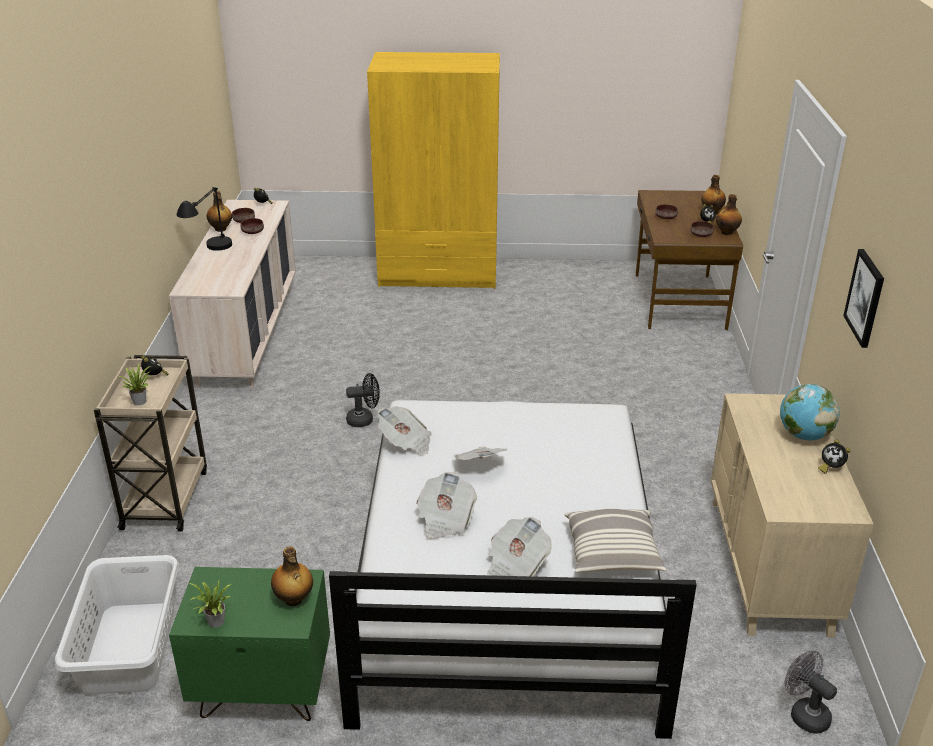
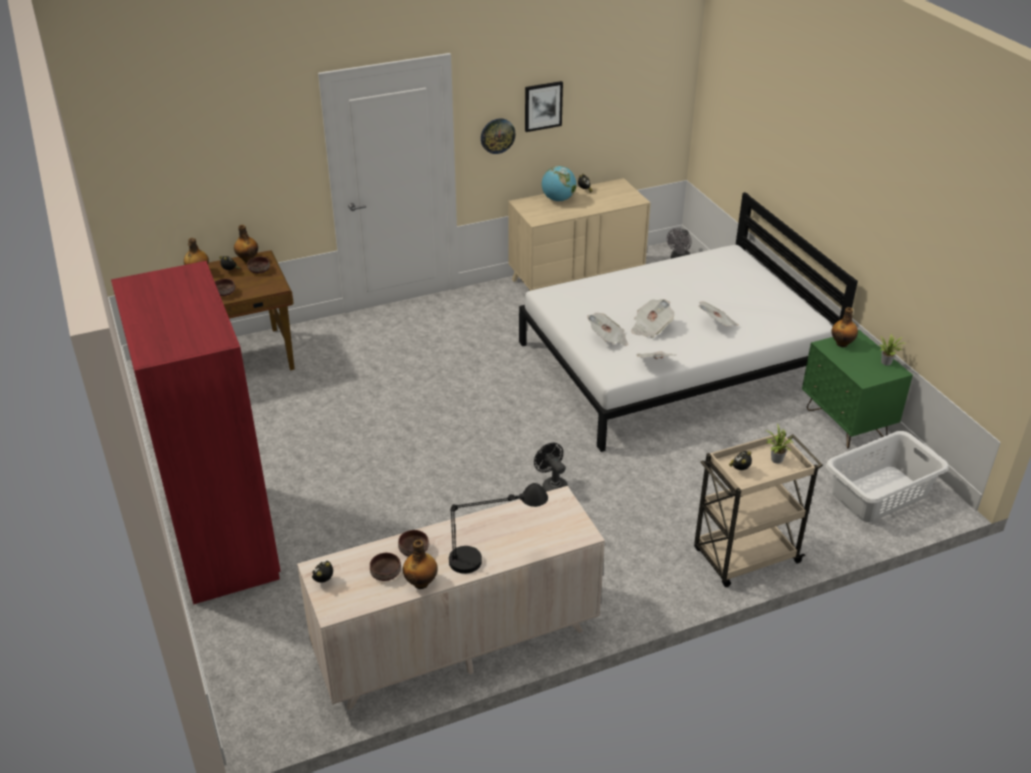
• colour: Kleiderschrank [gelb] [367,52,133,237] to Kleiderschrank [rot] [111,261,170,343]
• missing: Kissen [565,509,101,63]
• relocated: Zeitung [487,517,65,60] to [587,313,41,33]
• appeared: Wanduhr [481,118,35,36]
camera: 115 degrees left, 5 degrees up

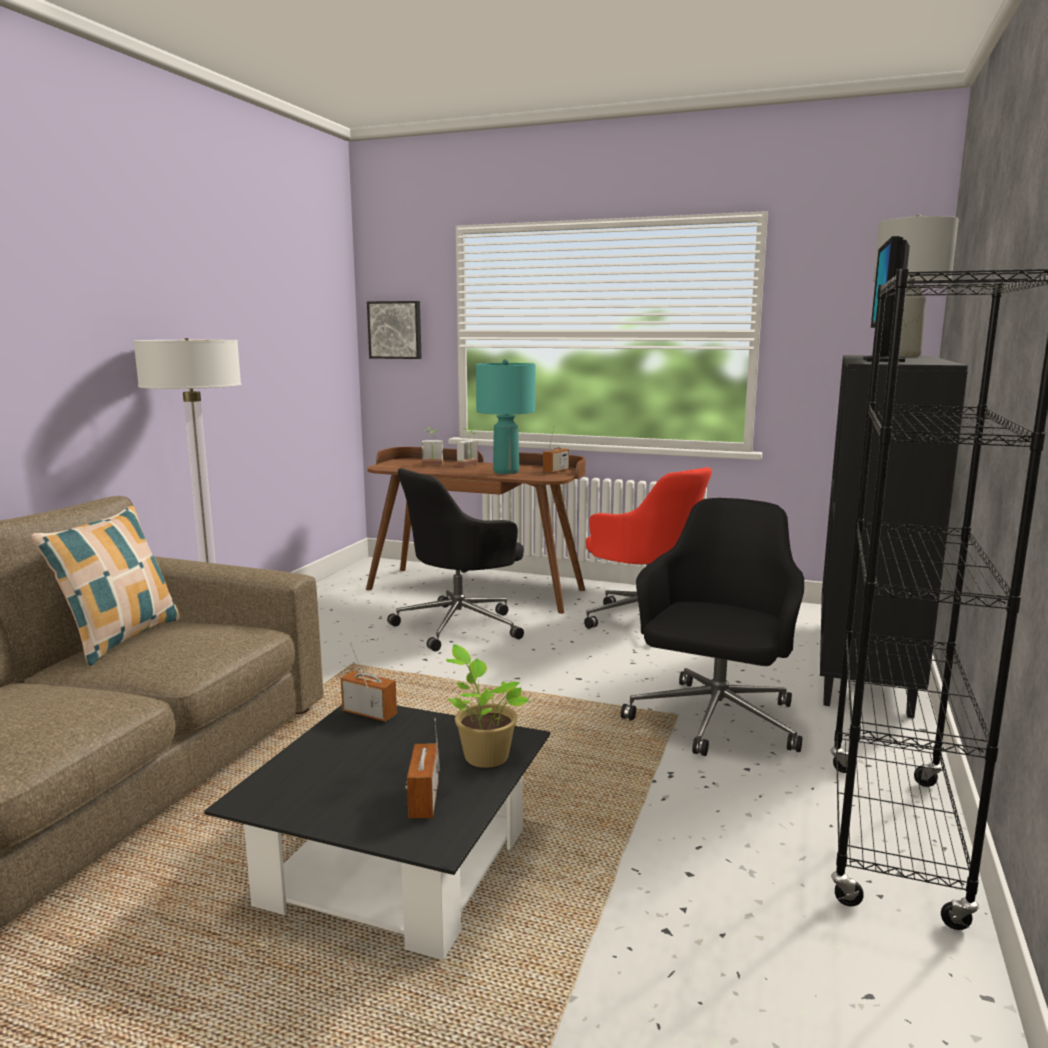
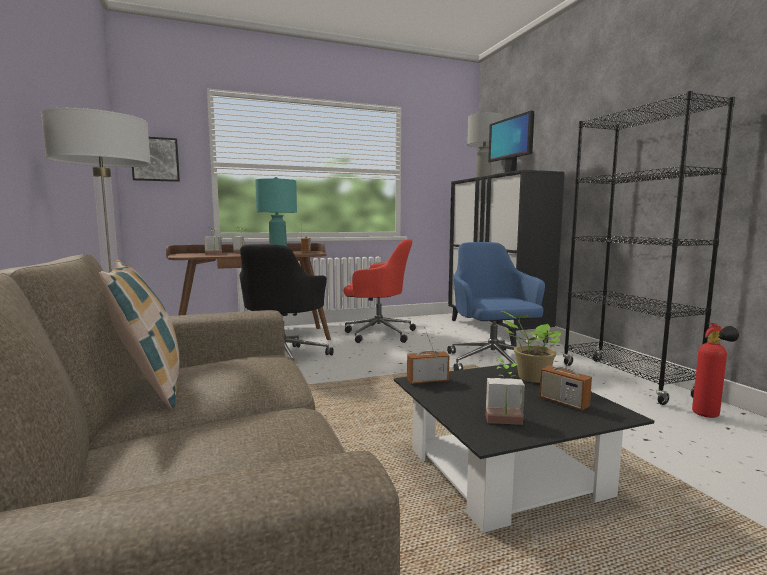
• colour: Bürostuhl [schwarz] [621,498,183,258] to Bürostuhl [blau] [447,242,98,129]
• appeared: Feuerlöscher [692,322,47,96]
• appeared: Topfpflanze [486,358,39,67]
camera: 40 degrees left, 5 degrees down

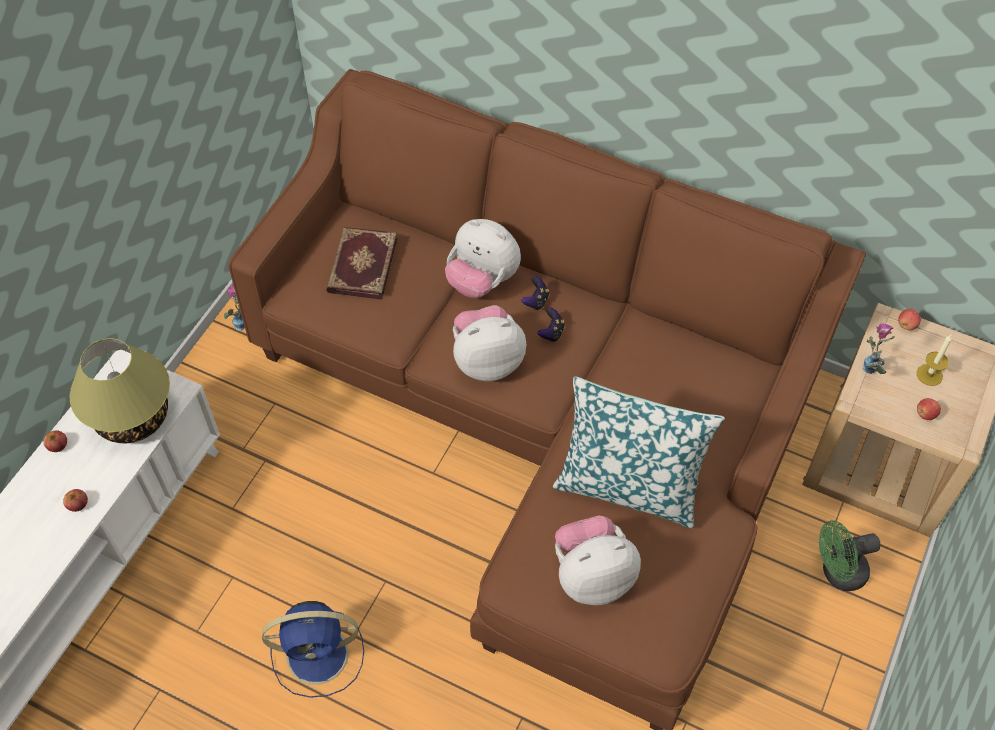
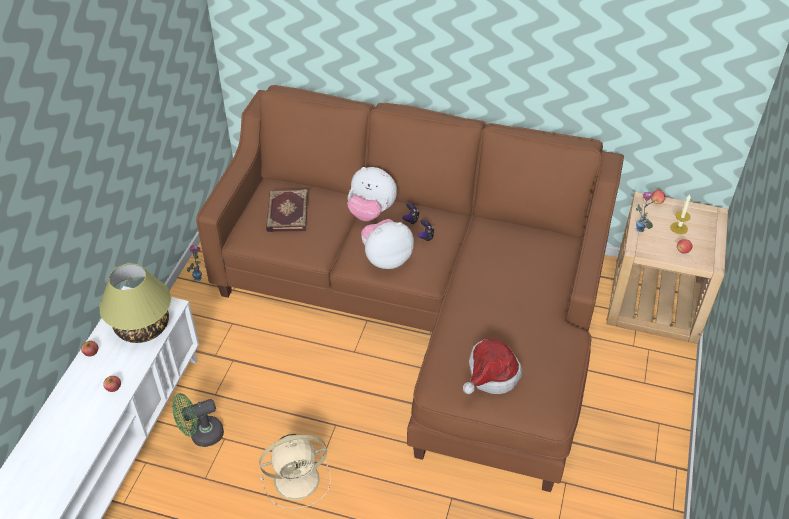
• missing: Kissen [553,377,172,151]
• exchanged: Plüschtier [555,516,86,89] to Hut [463,338,60,56]
• relocated: Ventilator [grün] [819,521,62,70] to [172,393,52,54]
• colour: Ventilator [blau] [262,601,102,97] to Ventilator [beige] [259,434,72,75]
camera: 10 degrees left, 10 degrees down

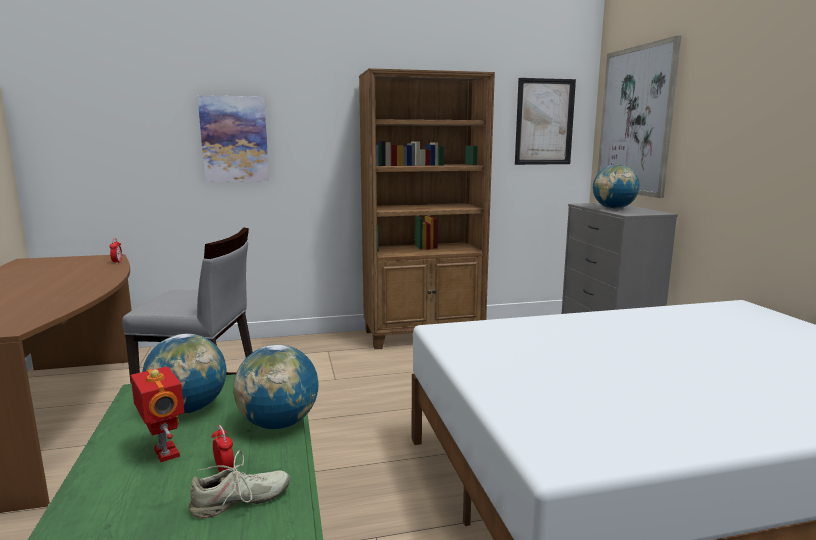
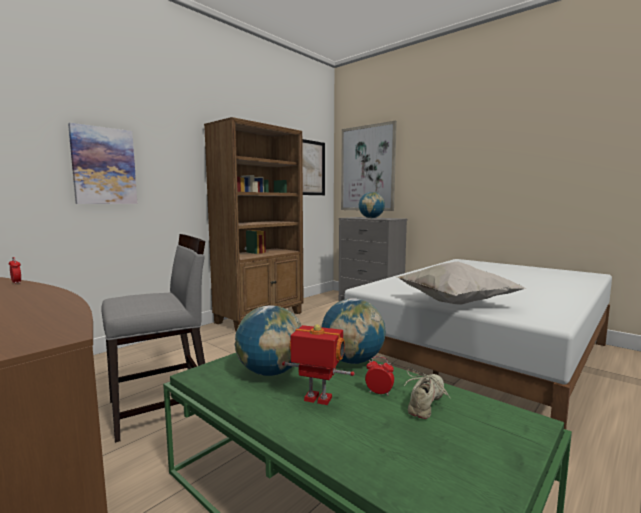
• appeared: Kissen [weiß] [397,261,130,44]
camera: 35 degrees left, 5 degrees down

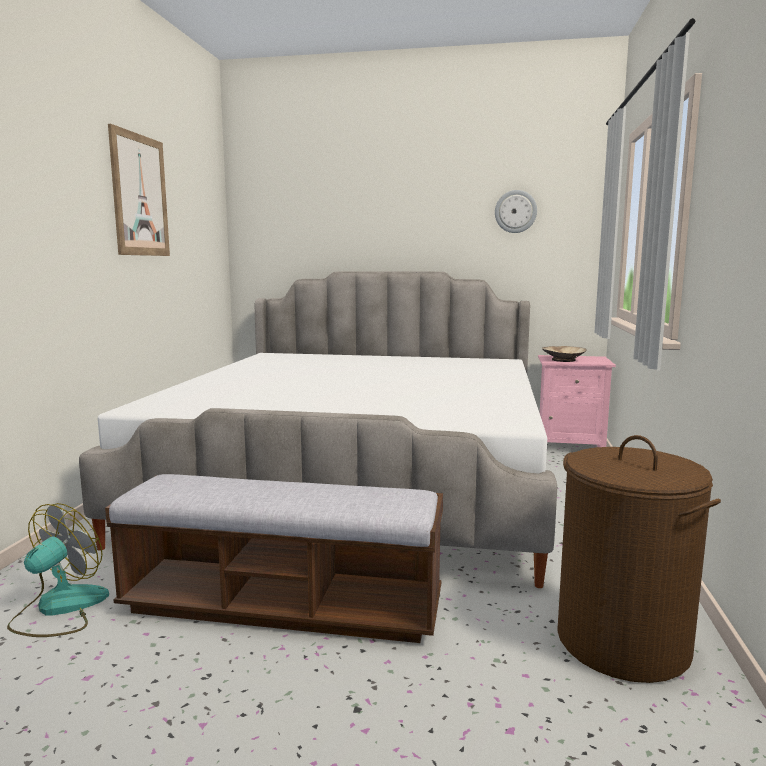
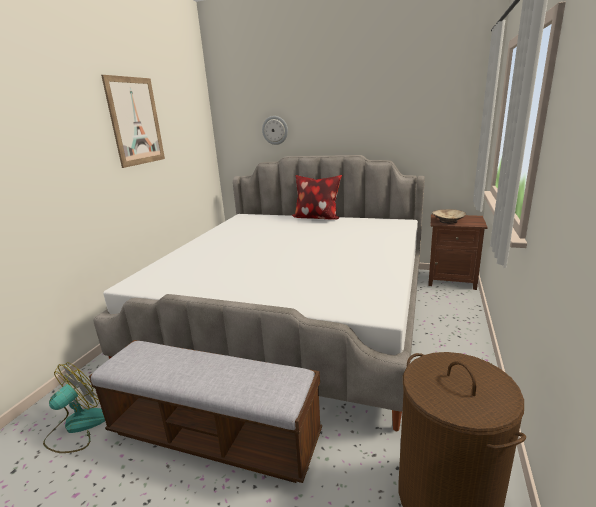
• relocated: Wanduhr [495,190,42,43] to [262,116,26,29]
• colour: Nachttisch [rosa] [538,355,78,92] to Nachttisch [braun] [428,214,60,76]
• appeared: Kissen [292,175,50,45]
camera: 10 degrees right, 10 degrees up

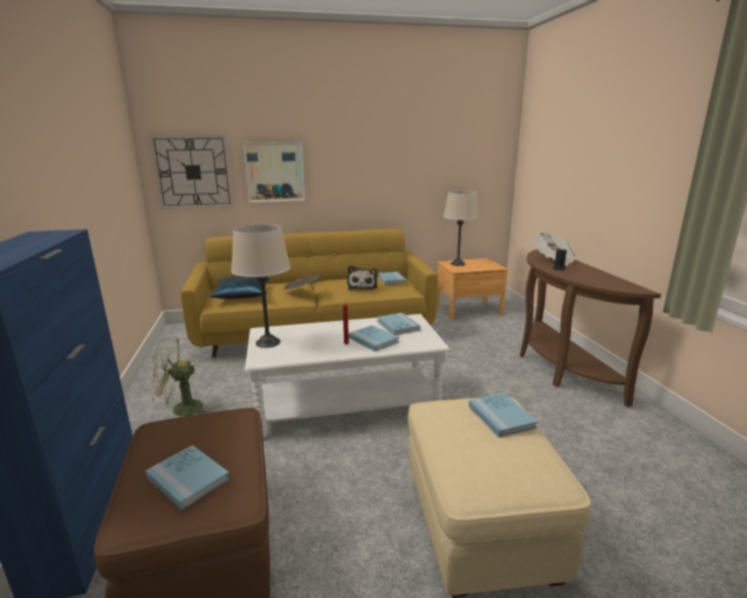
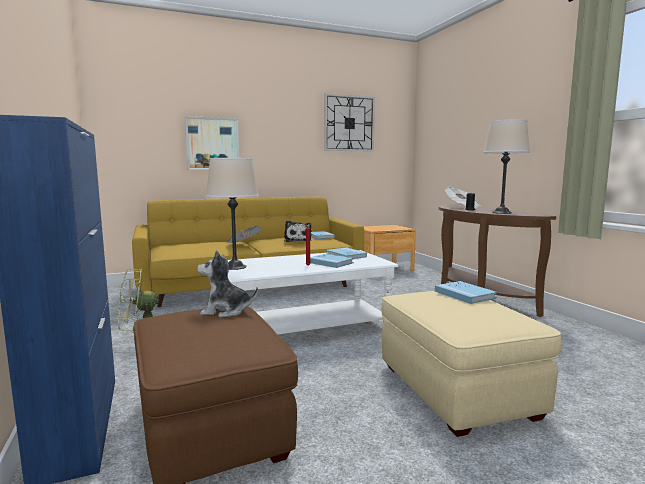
• relocated: Wanduhr [150,135,83,74] to [324,93,51,59]
• relocated: Tischlampe [beige] [443,191,35,75] to [483,119,47,95]
• missing: Kissen [blau] [209,276,60,23]
• missing: Buch [blau] [145,445,85,65]
• appeared: Plüschtier [197,250,61,67]
camera: 10 degrees left, 10 degrees down

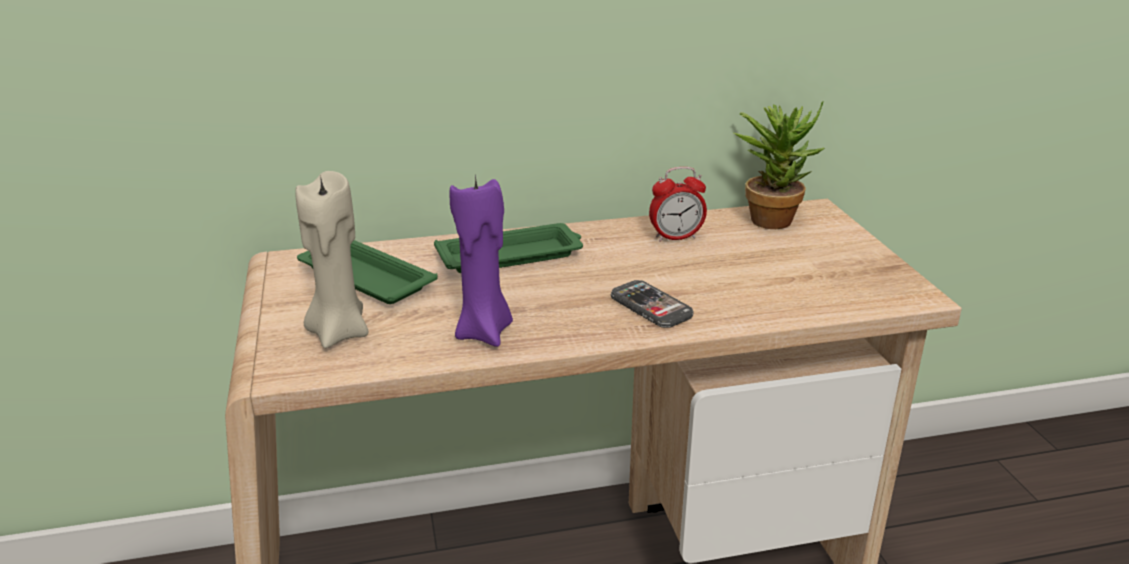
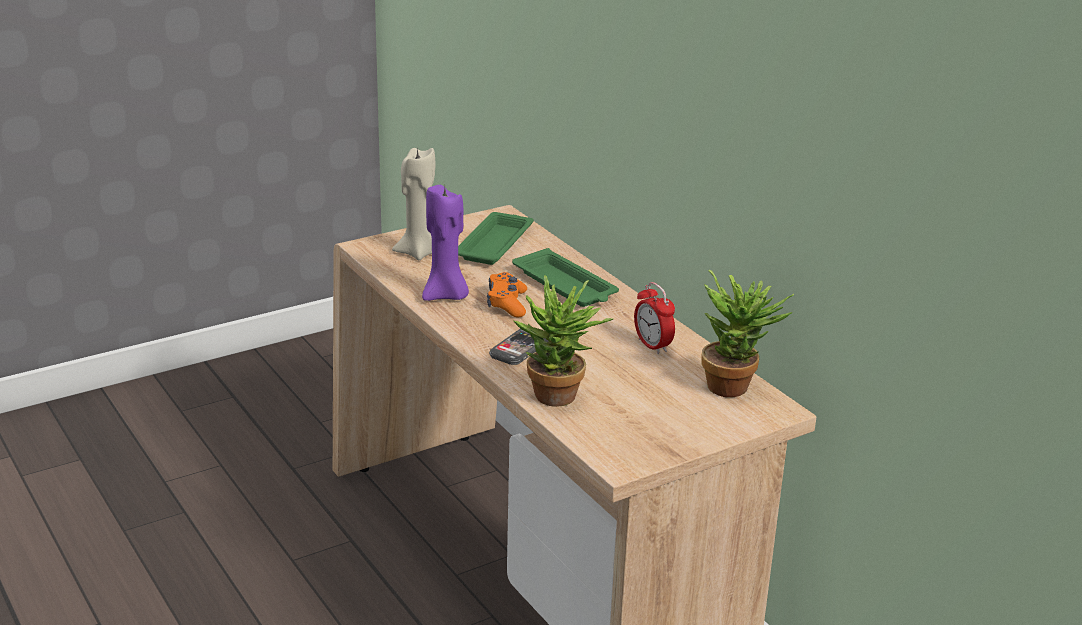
• appeared: Gamepad [orange] [487,272,40,45]
• appeared: Topfpflanze [514,275,99,132]
camera: 70 degrees right, 0 degrees up

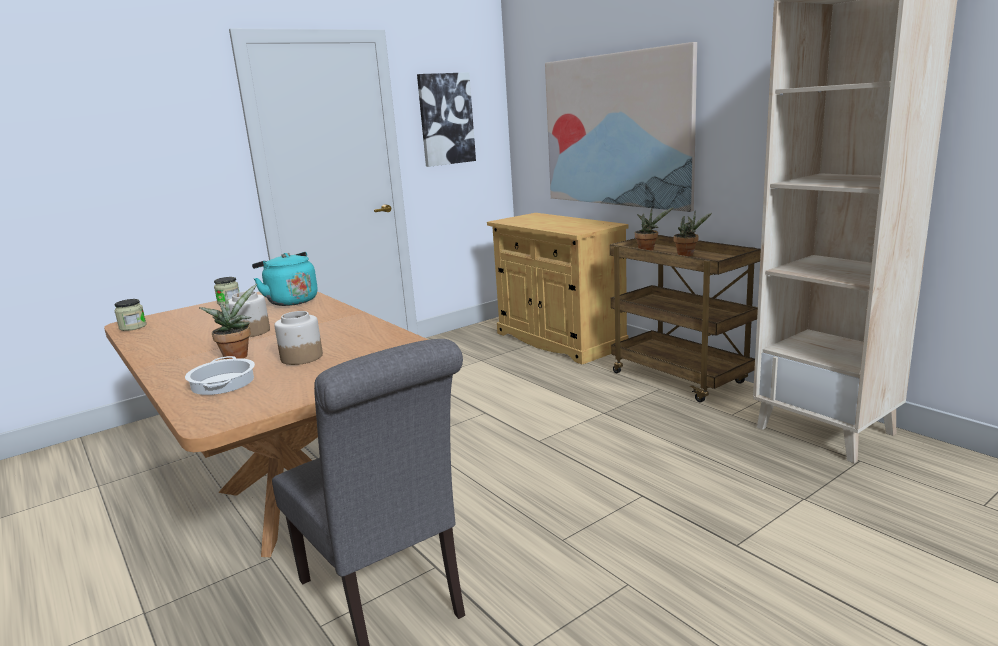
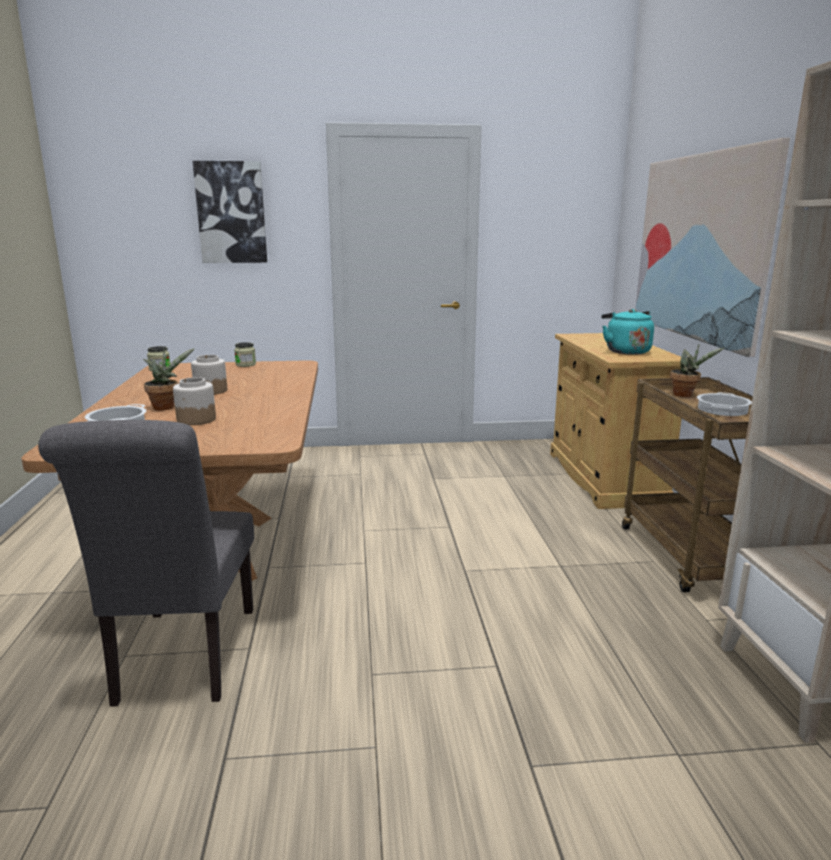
• relocated: Bild [417,72,59,95] to [193,161,74,102]
• exchanged: Topfpflanze [674,210,38,46] to Kochtopf [697,392,55,24]
• relocated: Wasserkessel [türkis] [252,252,66,54] to [601,309,53,46]
camera: 30 degrees right, 0 degrees up

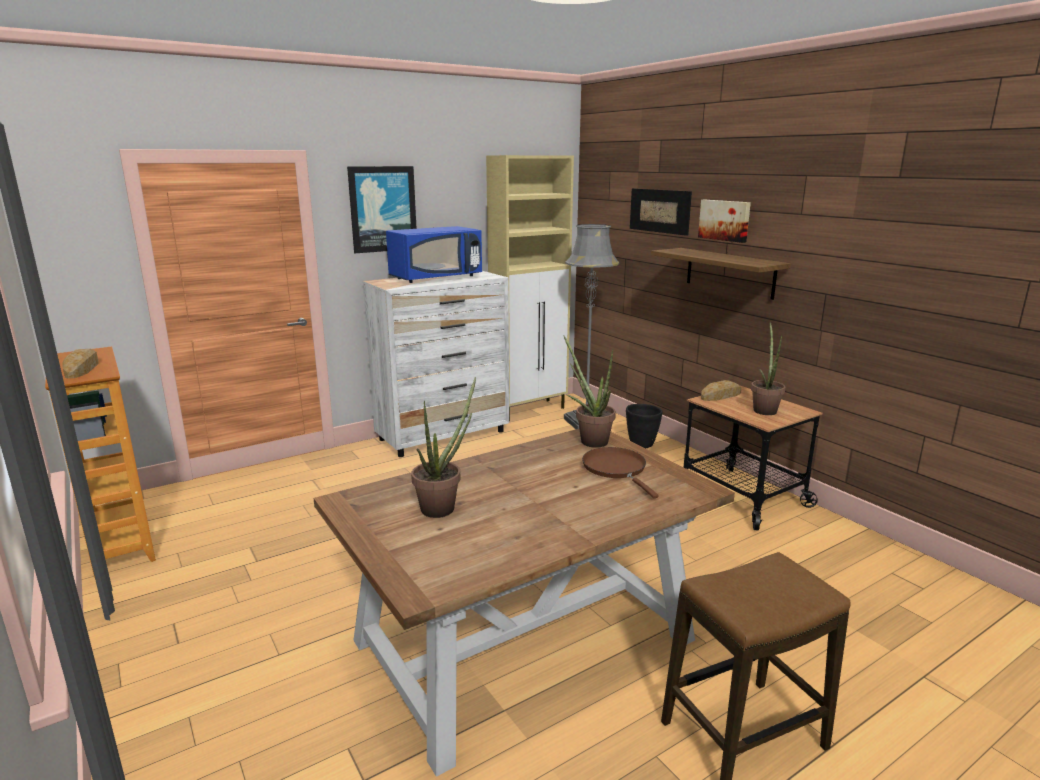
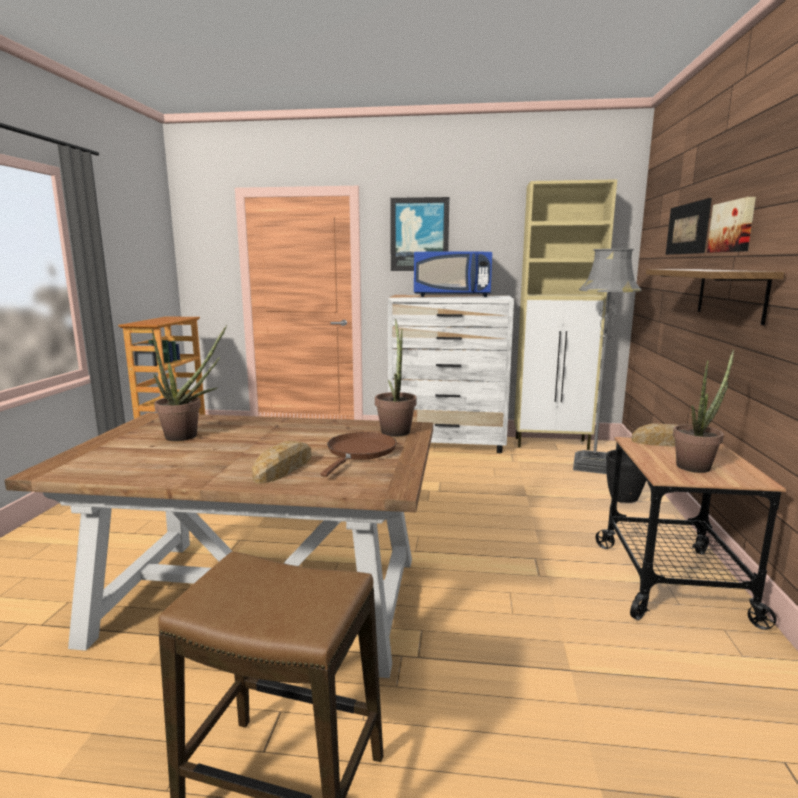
• relocated: Brot [62,349,37,30] to [252,441,59,43]
camera: 40 degrees right, 5 degrees down

